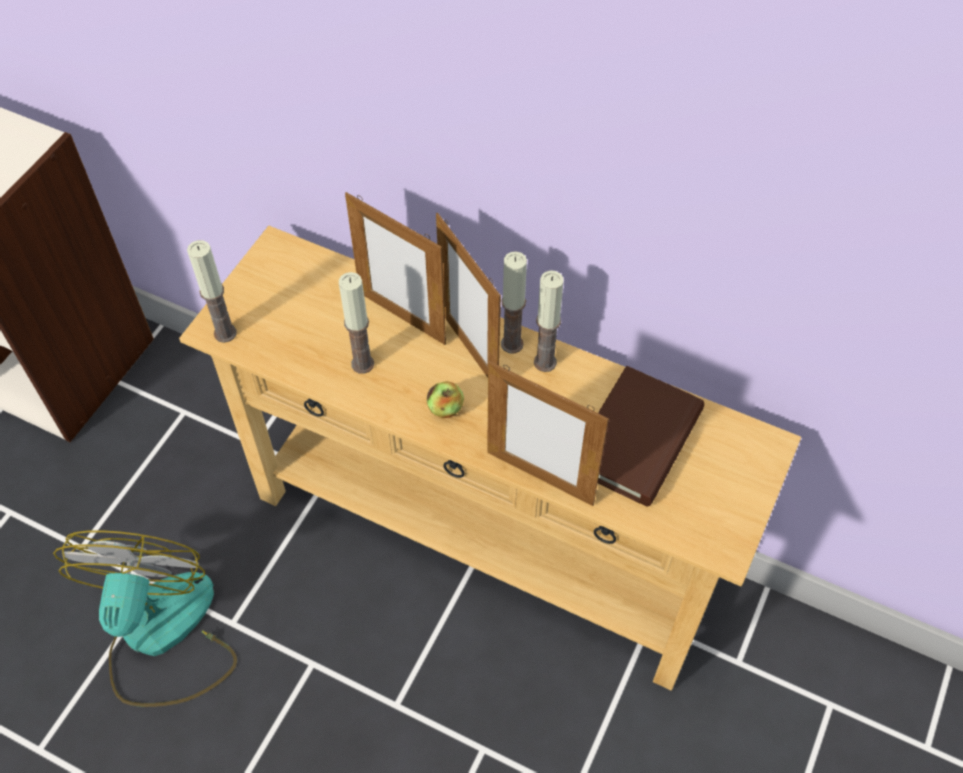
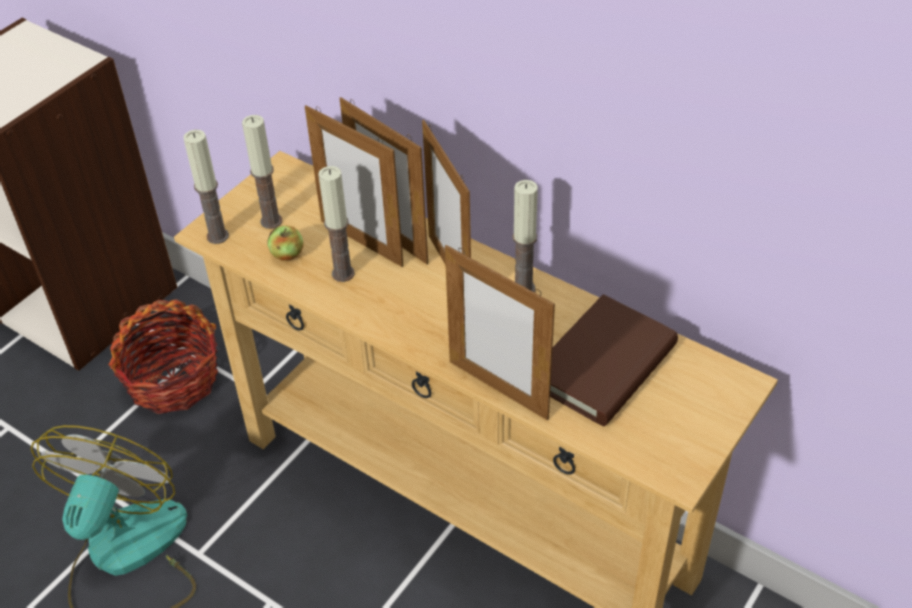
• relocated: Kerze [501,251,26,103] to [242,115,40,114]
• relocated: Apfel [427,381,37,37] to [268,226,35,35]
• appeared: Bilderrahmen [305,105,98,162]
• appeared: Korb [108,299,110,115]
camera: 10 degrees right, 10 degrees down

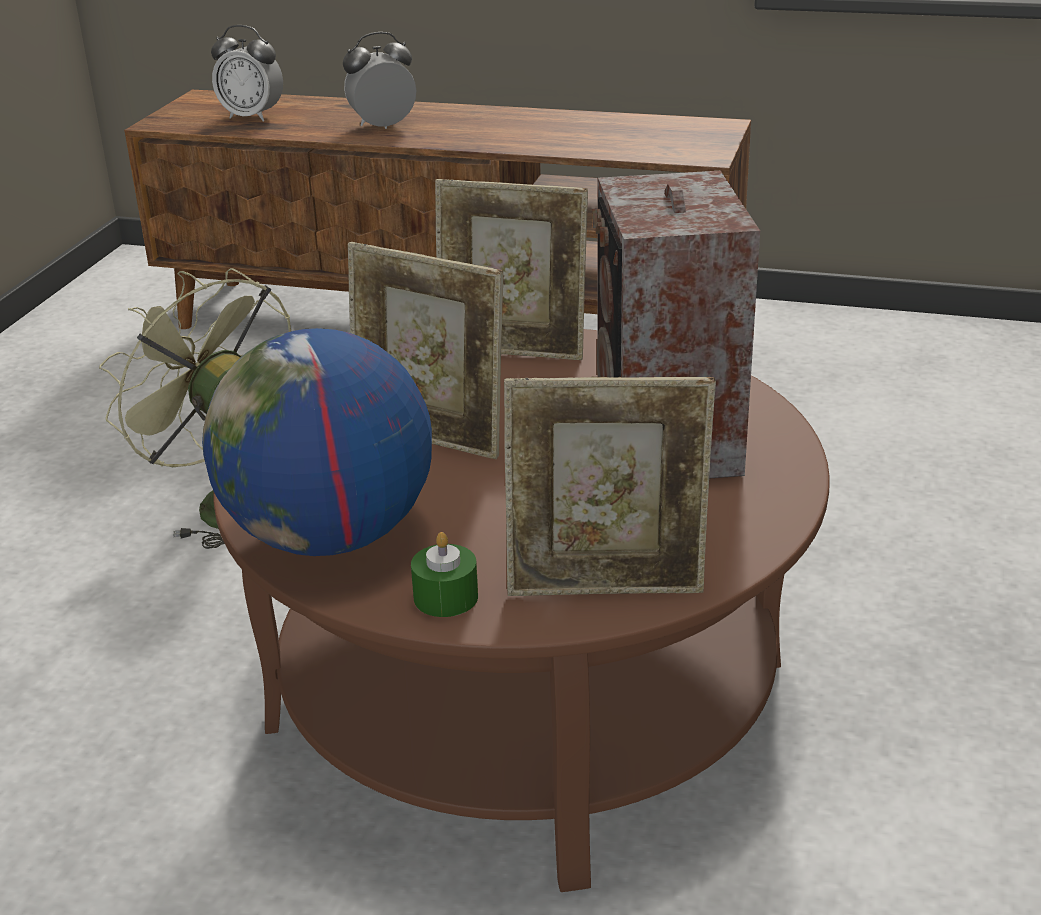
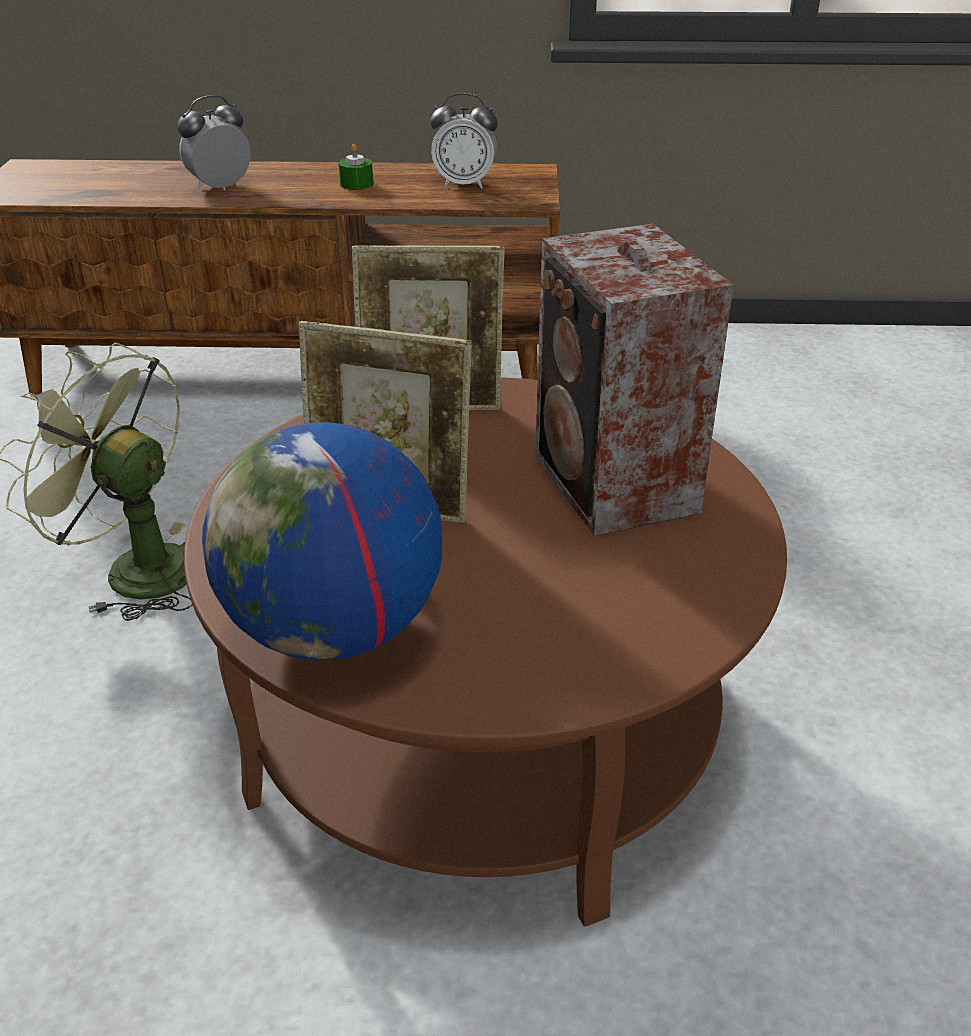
• relocated: Wecker [211,25,72,97] to [430,93,68,96]
• missing: Bilderrahmen [504,376,212,220]
• relocated: Kerze [grün] [411,532,67,85] to [338,144,35,46]
camera: 15 degrees left, 5 degrees up

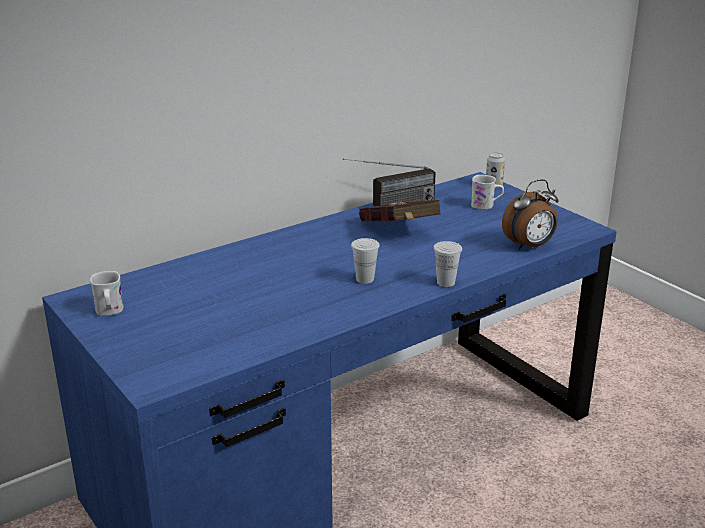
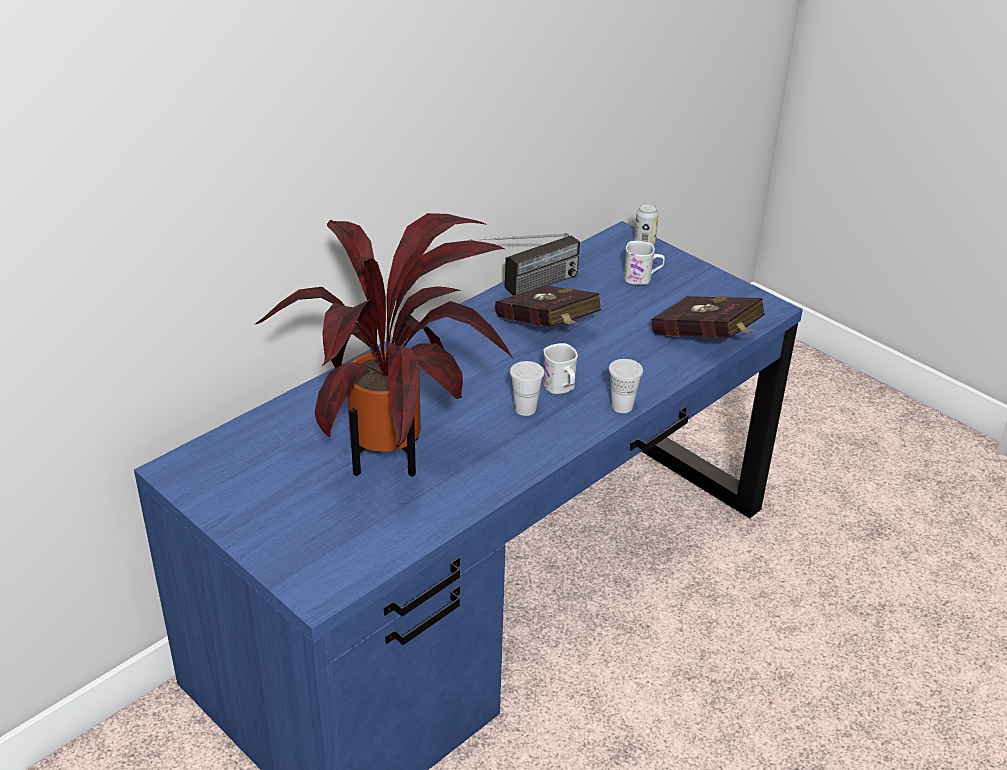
• exchanged: Wecker [502,179,57,71] to Buch [rot] [651,296,114,42]
• relocated: Henkelbecher [weiß] [90,271,33,45] to [543,343,35,51]
• appeared: Topfpflanze [256,213,258,264]
camera: 10 degrees left, 10 degrees up

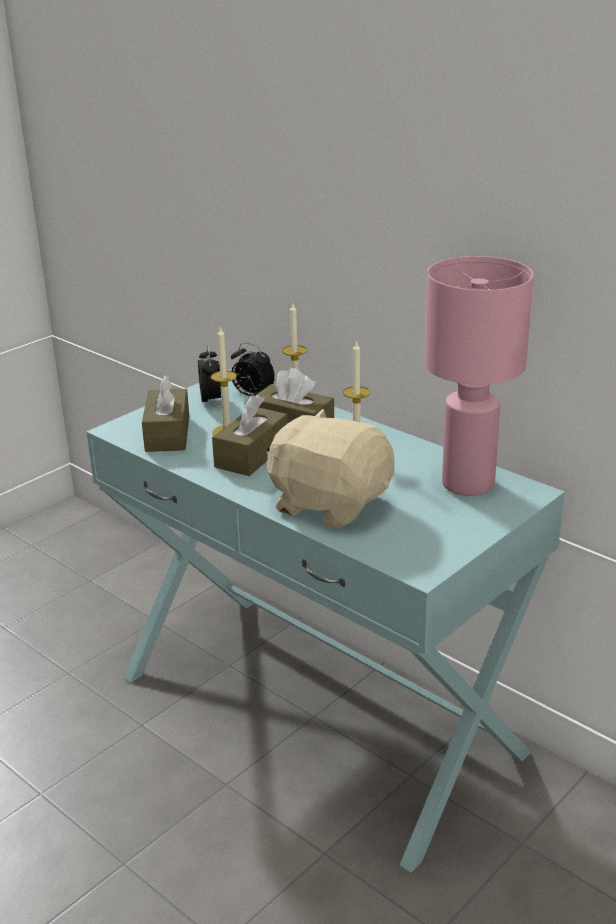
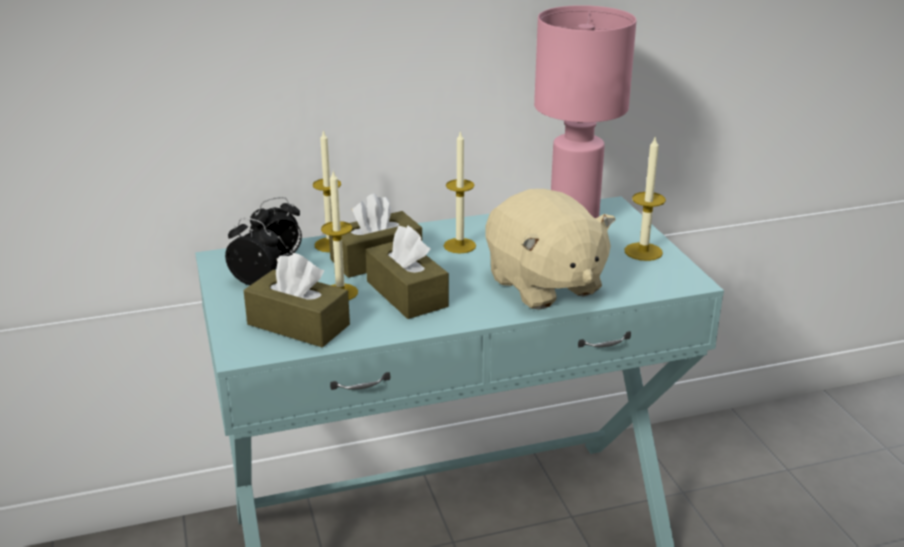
• spun: Plüschtier [beige] [267,409,128,120] = [486,189,130,121] 90 degrees counterclockwise
• appeared: Kerze [624,136,42,125]
camera: 60 degrees left, 0 degrees up

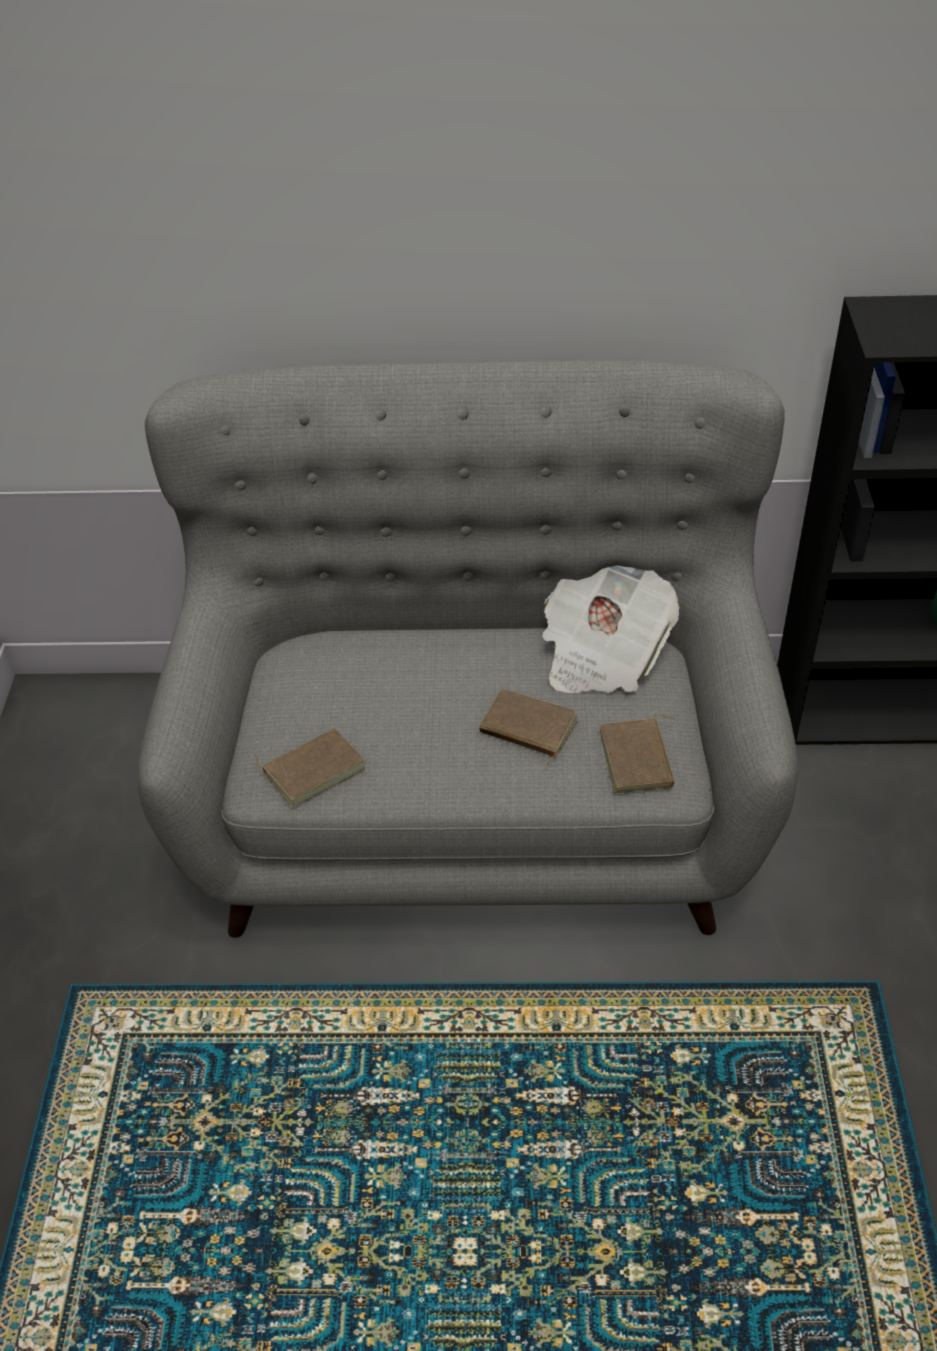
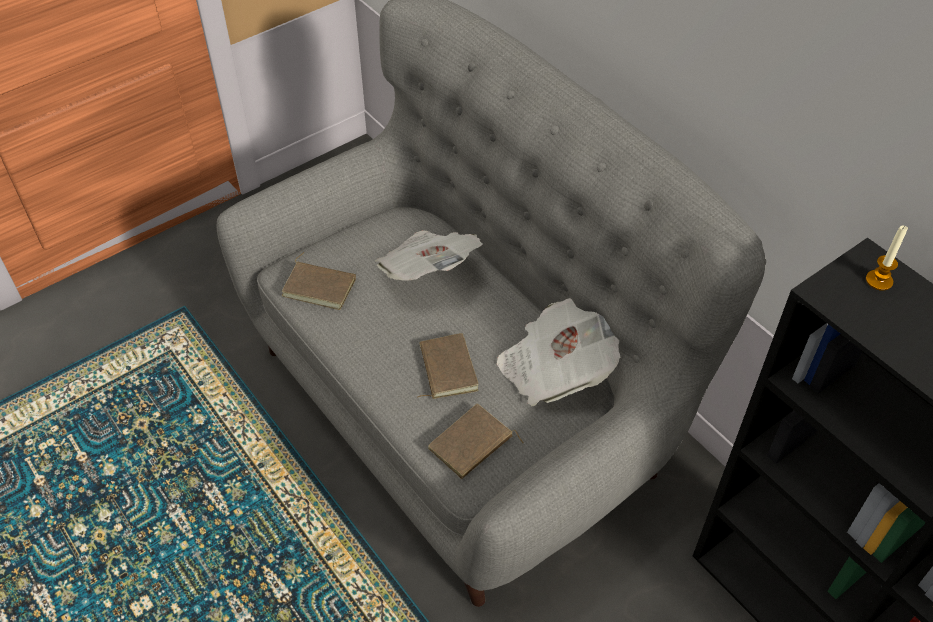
• appeared: Kerze [866,225,42,66]
• appeared: Zeitung [375,230,108,51]
camera: 50 degrees right, 5 degrees up

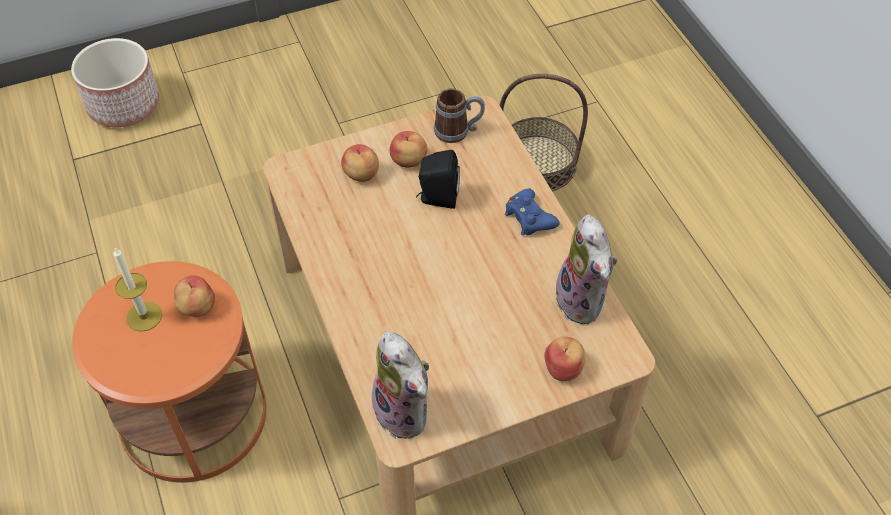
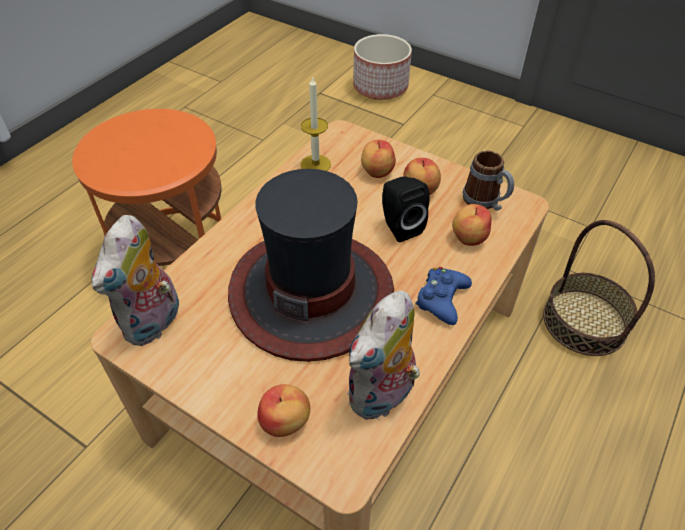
• relocated: Kerze [113,248,49,84] to [301,76,30,95]
• relocated: Apfel [174,276,41,41] to [452,204,39,42]
• appeared: Hut [228,169,166,193]
camera: 55 degrees right, 5 degrees down

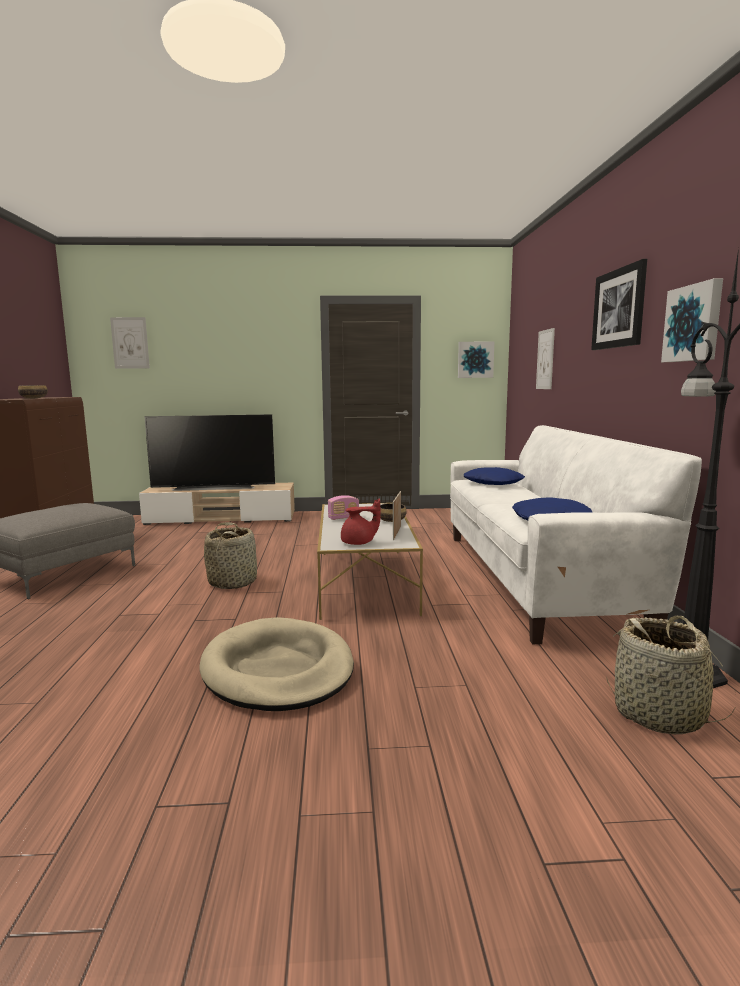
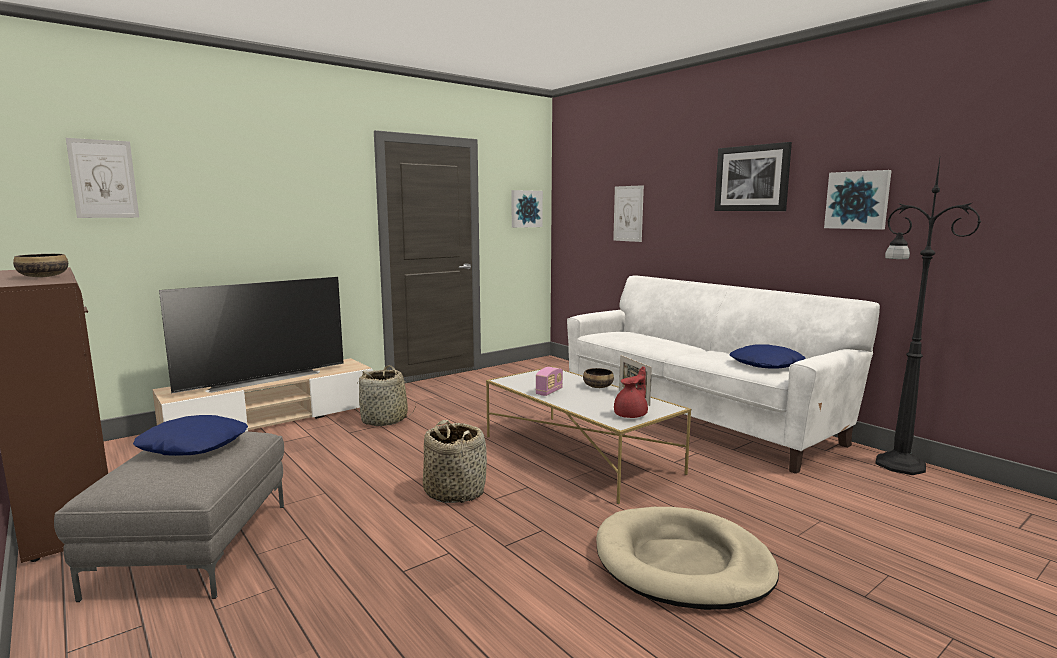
• relocated: Kissen [blau] [464,467,61,18] to [133,415,115,41]
• relocated: Korb [606,616,129,118] to [356,365,60,61]
camera: 35 degrees left, 0 degrees up

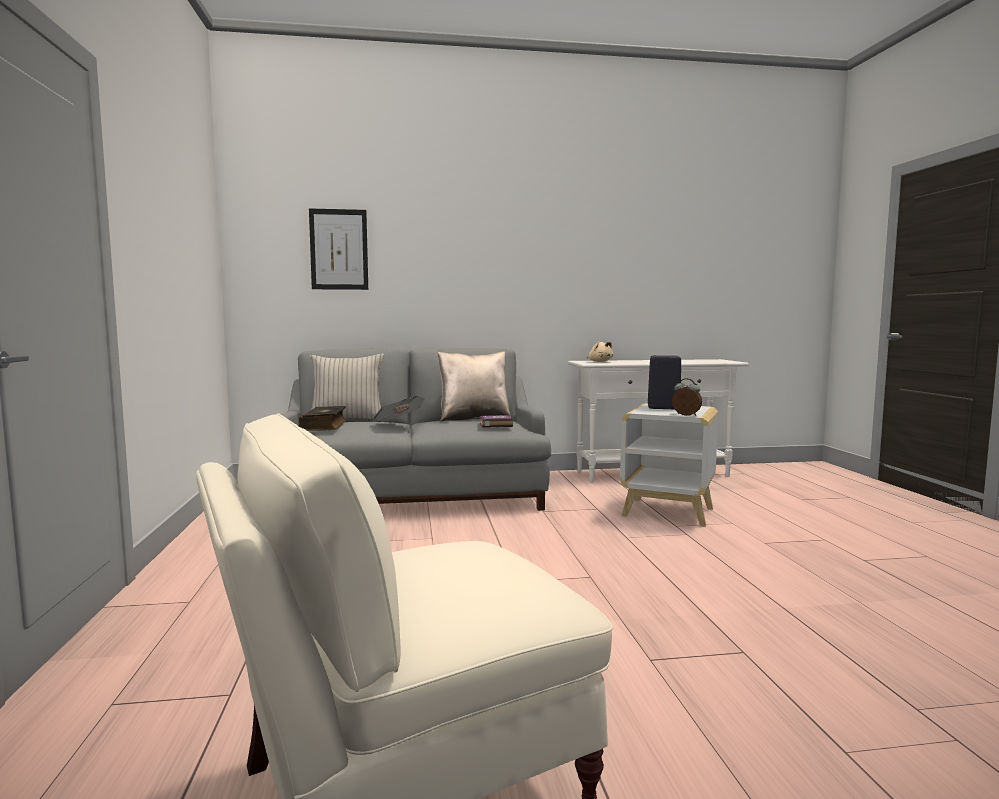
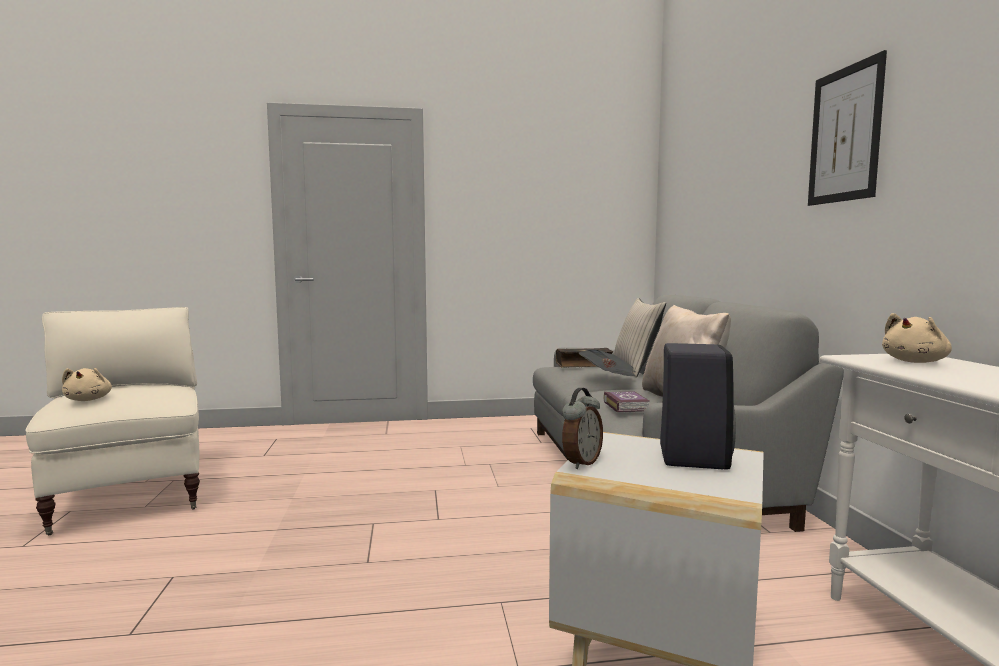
• relocated: Bild [309,208,59,82] to [808,50,79,156]
• appeared: Plüschtier [beige] [62,368,50,33]
camera: 90 degrees right, 0 degrees up

